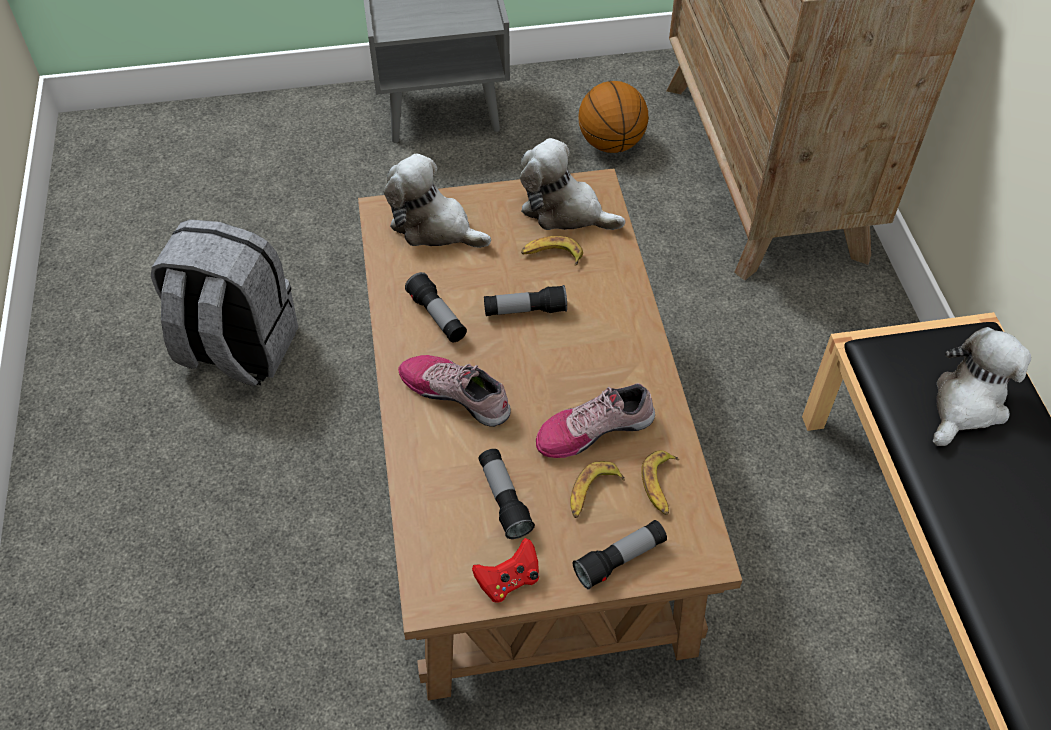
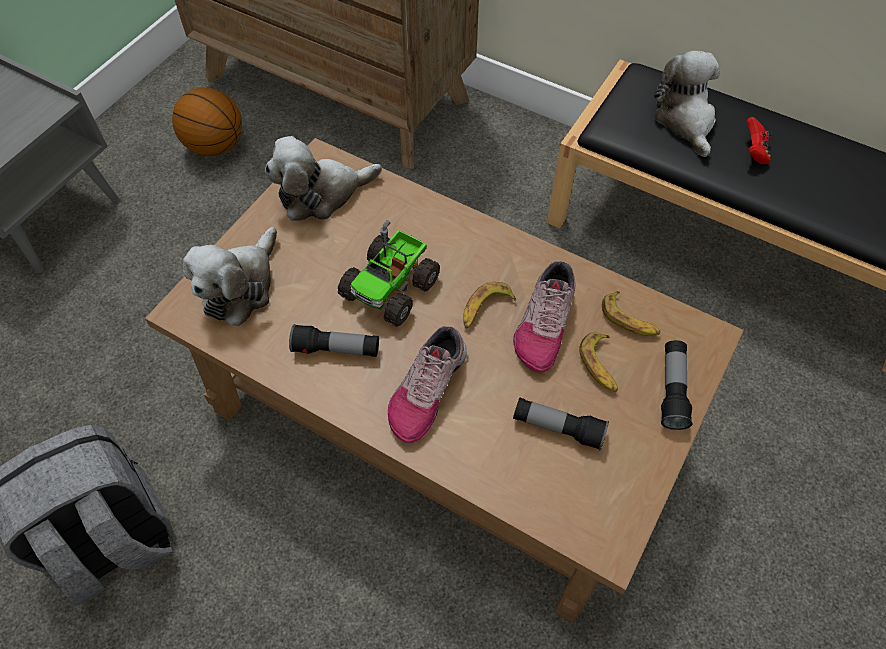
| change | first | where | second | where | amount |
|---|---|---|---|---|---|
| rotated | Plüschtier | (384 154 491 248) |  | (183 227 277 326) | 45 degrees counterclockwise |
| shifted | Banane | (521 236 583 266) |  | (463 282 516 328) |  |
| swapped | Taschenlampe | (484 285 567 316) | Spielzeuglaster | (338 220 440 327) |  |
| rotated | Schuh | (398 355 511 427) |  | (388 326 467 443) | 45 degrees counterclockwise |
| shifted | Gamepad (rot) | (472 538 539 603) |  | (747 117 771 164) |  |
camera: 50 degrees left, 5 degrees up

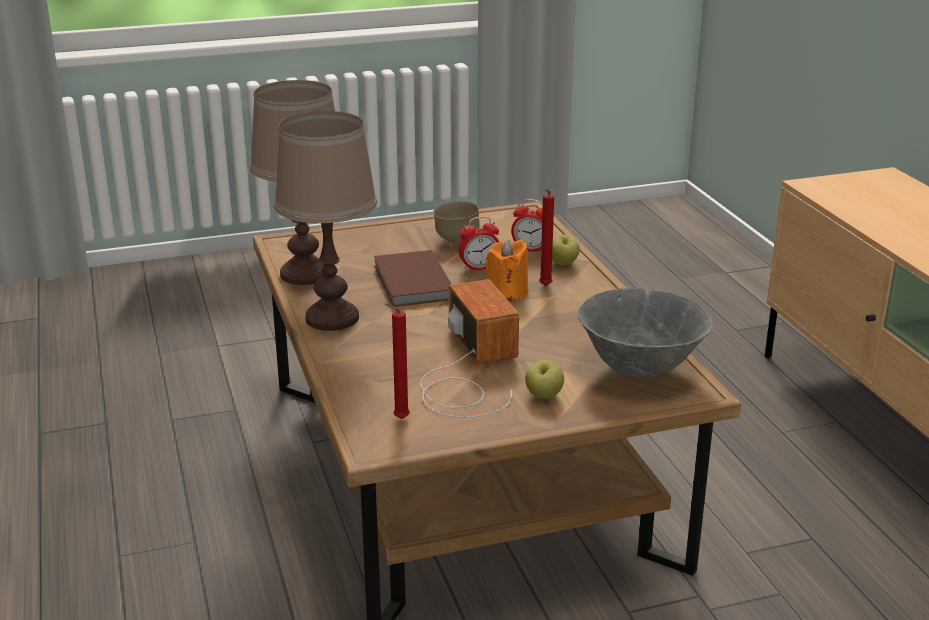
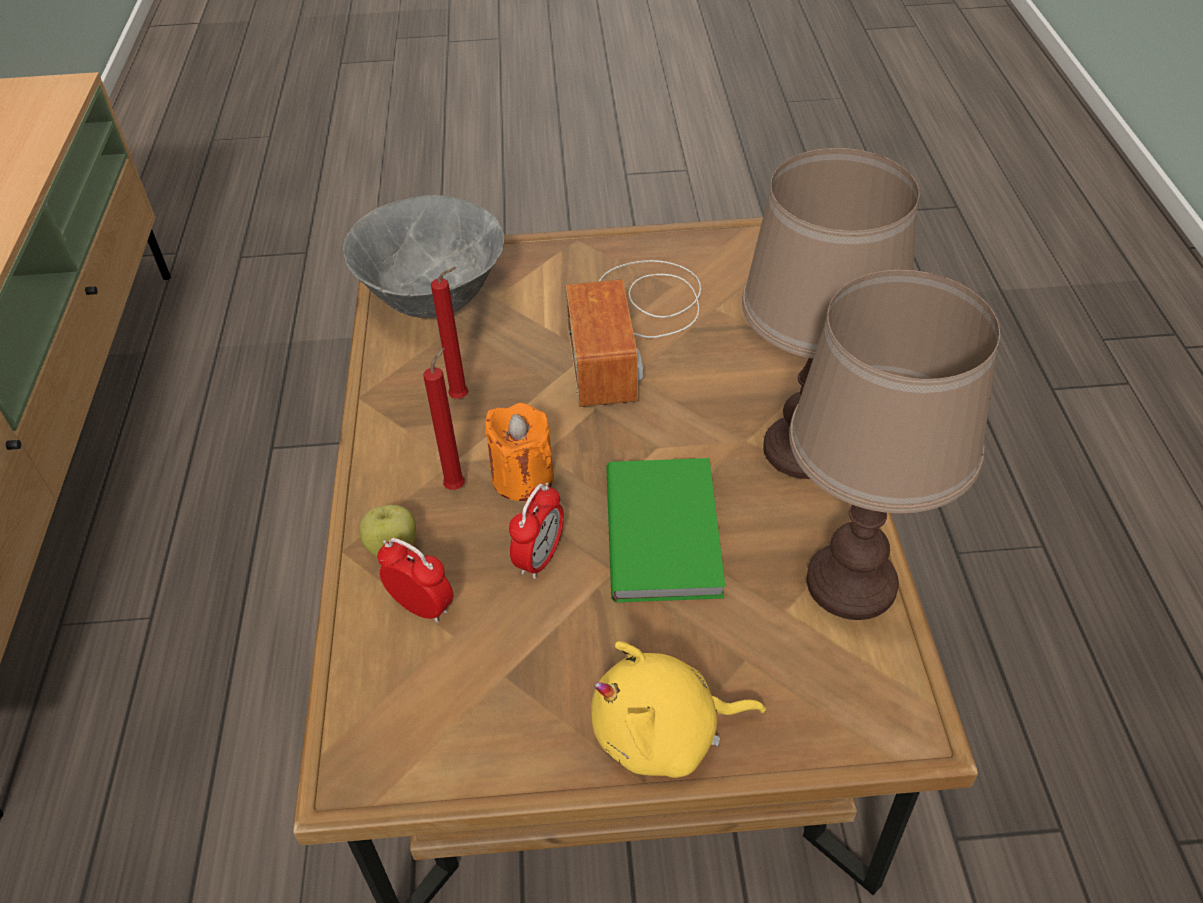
| change | first | where | second | where | amount |
|---|---|---|---|---|---|
| gone | Schüssel (braun) | (433 201 480 245) |  |  |  |
| rotated | Wecker | (459 216 499 272) |  | (509 482 564 579) | 120 degrees clockwise |
| repainted | Buch (braun) | (374 250 452 307) | Buch (grün) | (606 458 725 602) |  |
| shifted | Kerze (rot) | (385 303 410 419) |  | (431 267 469 399) |  |
| gone | Apfel | (525 360 564 399) |  |  |  |
| new |  |  | Plüschtier (gelb) | (591 641 766 778) |  |
camera: 165 degrees left, 20 degrees up

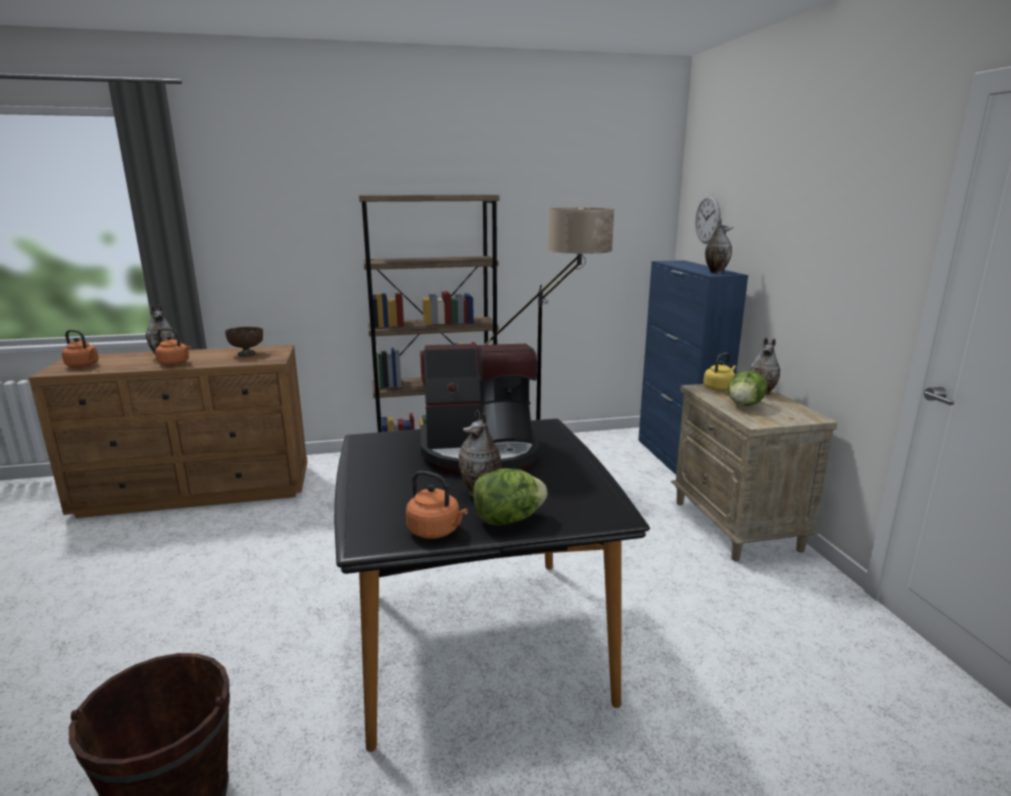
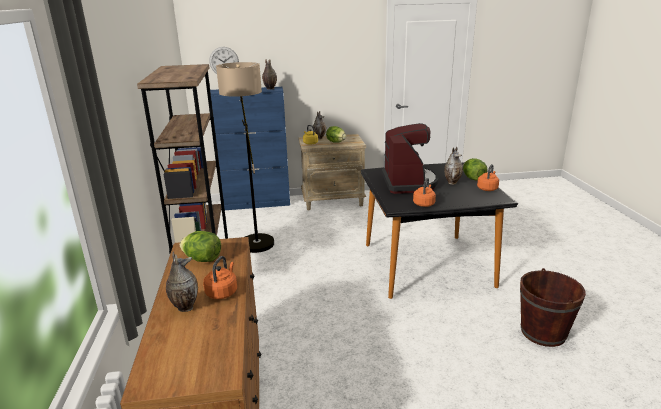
| change | first | where | second | where | amount |
|---|---|---|---|---|---|
| swapped | Schüssel (braun) | (225 327 263 356) | Salatkopf | (180 231 221 262) |  |
| shifted | Wasserkessel (orange) | (62 330 99 367) |  | (413 178 436 207) |  |
camera: 85 degrees left, 5 degrees up

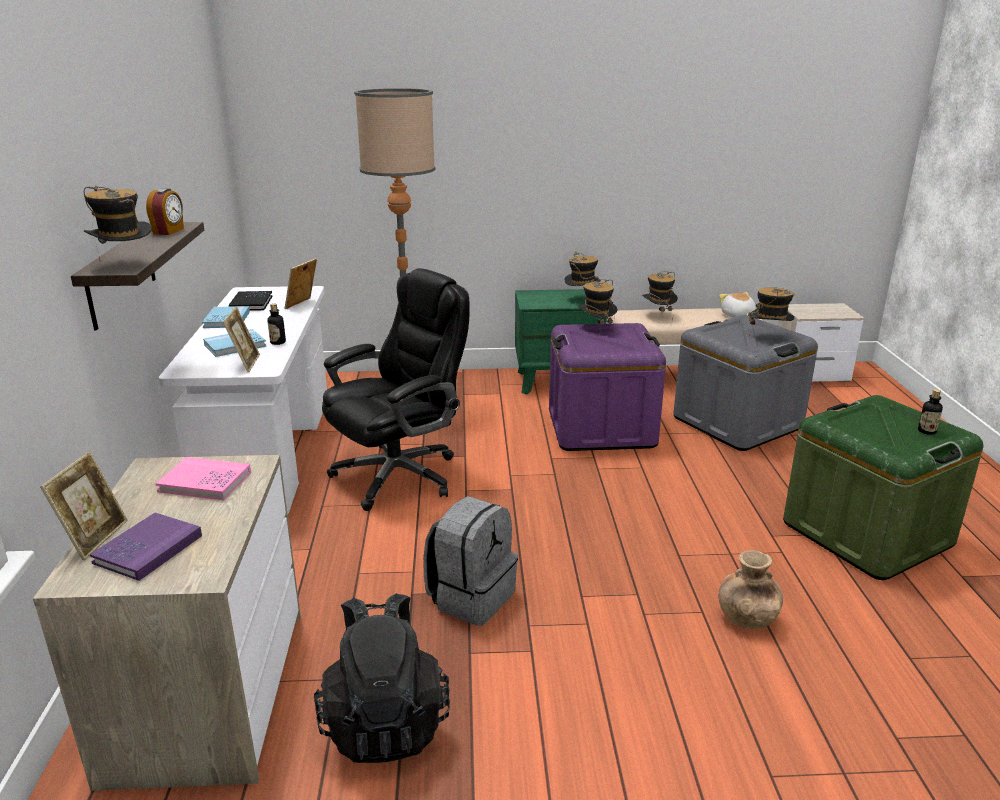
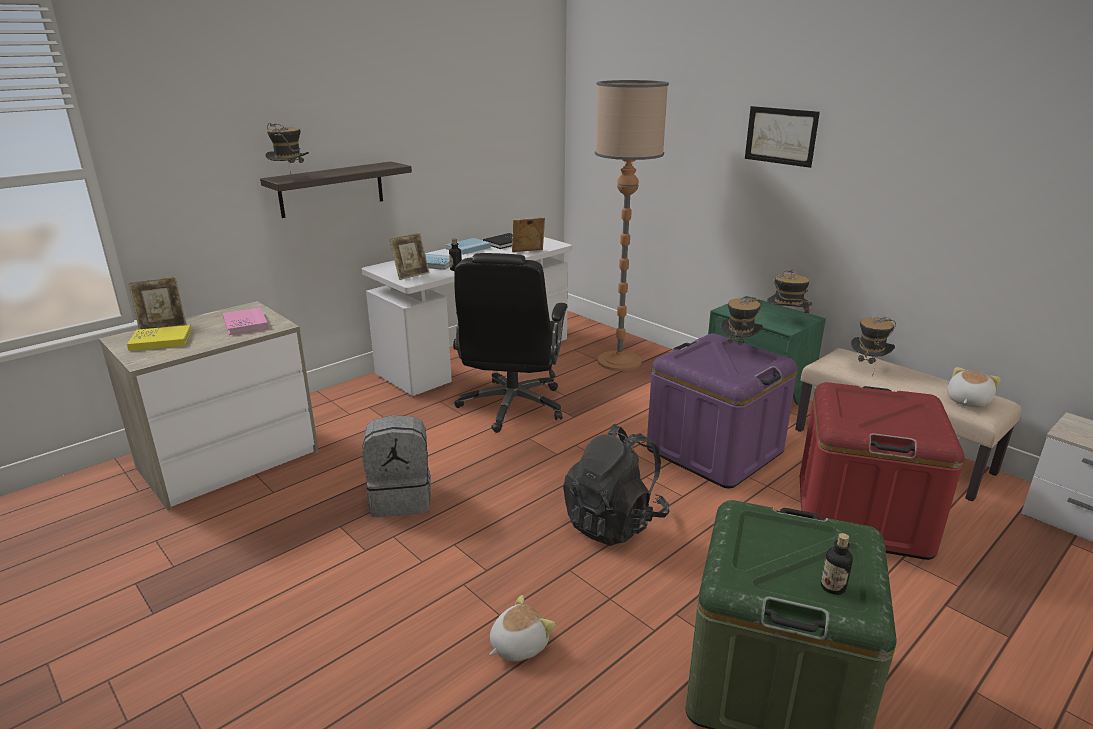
| change | first | where | second | where | amount |
|---|---|---|---|---|---|
| gone | Wecker | (146 188 184 235) |  |  |  |
| rotated | Bürostuhl (schwarz) | (322 268 470 511) |  | (453 253 567 433) | 90 degrees clockwise |
| gone | Hut | (748 287 795 332) |  |  |  |
| repainted | Aufbewahrungsbox (grau) | (673 315 818 451) | Aufbewahrungsbox (rot) | (800 382 965 560) |  |
| repainted | Buch (lila) | (90 513 202 581) | Buch (gelb) | (127 325 192 351) |  |
| swapped | Vase (braun) | (718 550 783 629) | Plüschtier | (489 595 556 662) |  |
| shifted | Rucksack (schwarz) | (314 593 450 763) |  | (563 424 669 546) |  |
| new |  |  | Bild | (745 106 820 168) |  |
camera: 50 degrees right, 0 degrees up

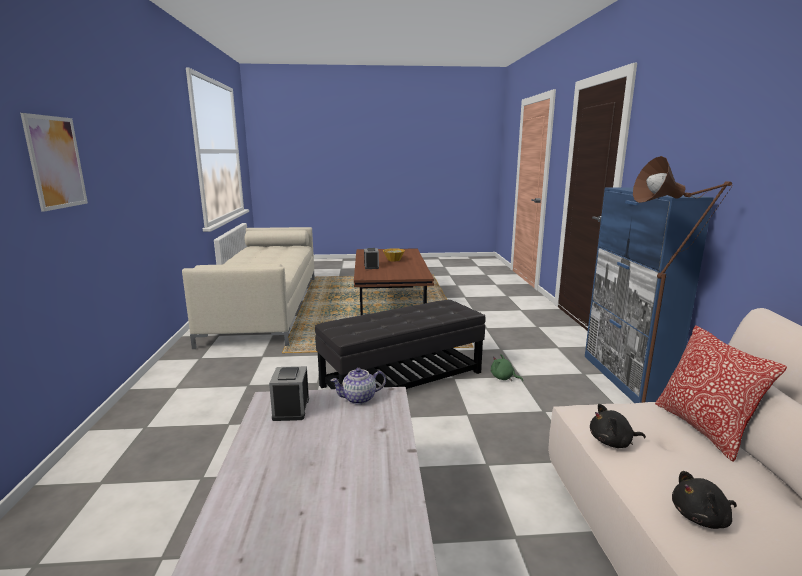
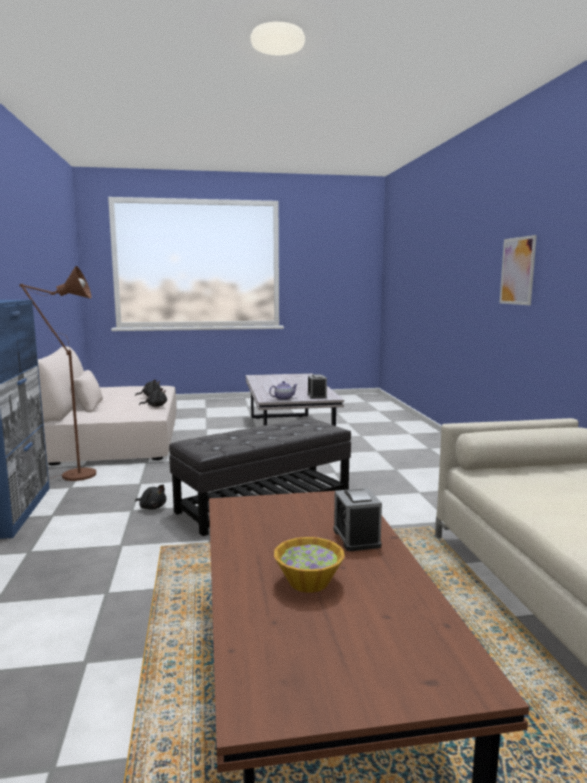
| change | first | where | second | where | amount |
|---|---|---|---|---|---|
| gone | Kissen | (655 326 787 462) |  |  |  |
| repainted | Plüschtier (grün) | (491 354 523 381) | Plüschtier (schwarz) | (135 485 166 509) |  |
camera: 175 degrees right, 5 degrees down

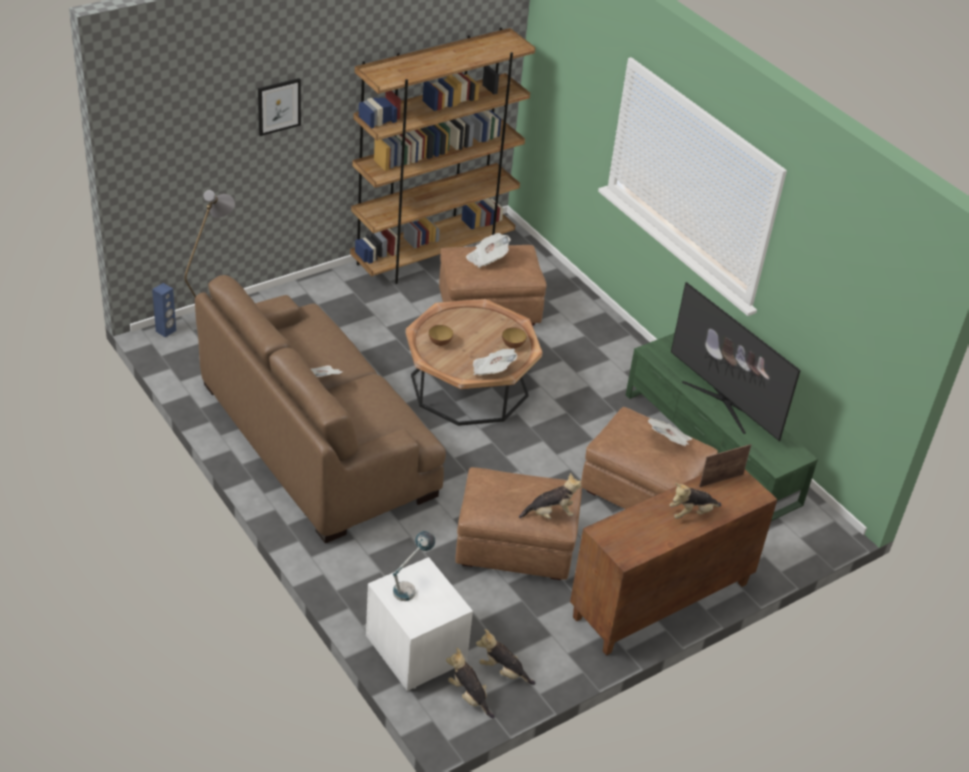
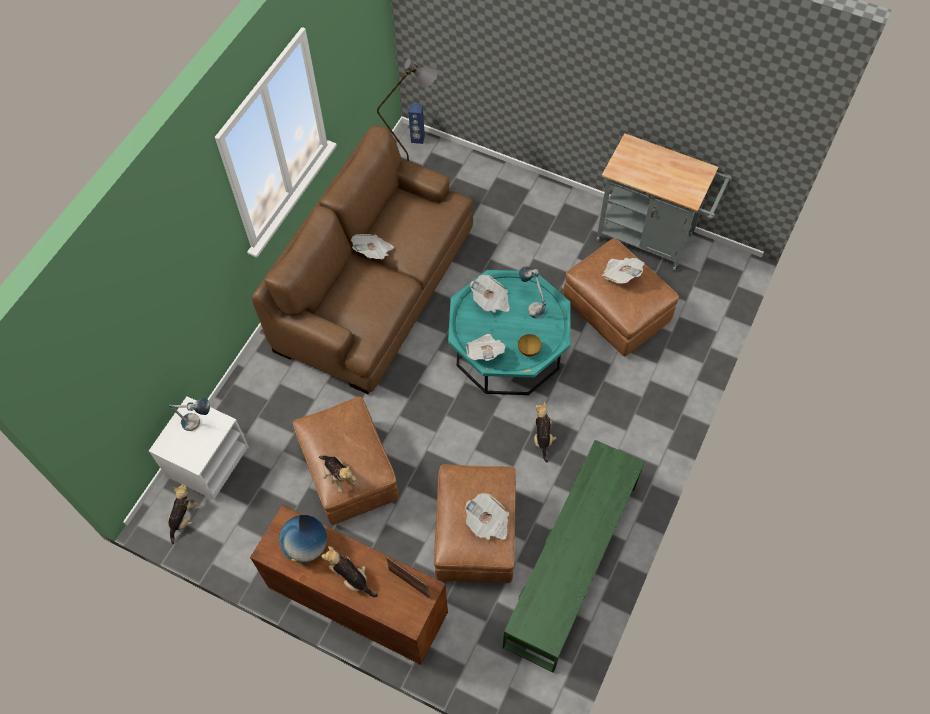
| change | first | where | second | where | amount |
|---|---|---|---|---|---|
| swapped | Bücherregal (braun) | (350 27 535 284) | Rollwagen (grau) | (596 133 732 271) |  |
| gone | Bild | (258 78 301 136) |  |  |  |
| gone | Fernseher | (671 282 801 441) |  |  |  |
| repainted | Couchtisch (braun) | (405 299 543 426) | Couchtisch (türkis) | (448 270 571 395) |  |
| swapped | Schüssel | (429 325 453 346) | Zeitung | (470 275 509 313) |  |
| shifted | Plüschtier | (476 629 535 685) |  | (534 402 557 463) |  |
| new |  |  | Tischlampe | (519 266 546 319) |  |
| new |  |  | Globus | (279 515 327 563) |  |
camera: 65 degrees right, 20 degrees up

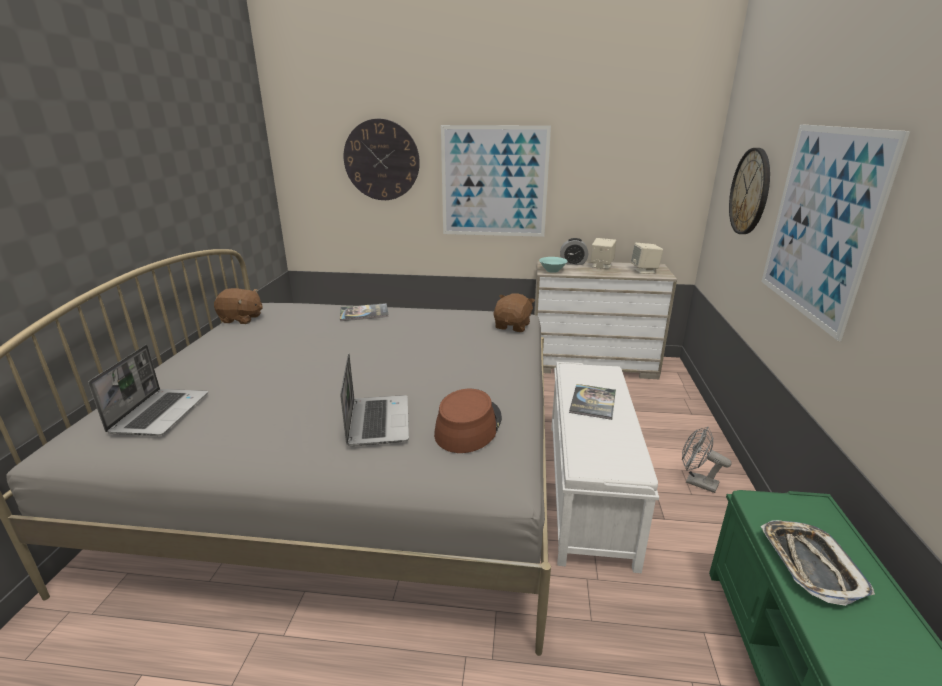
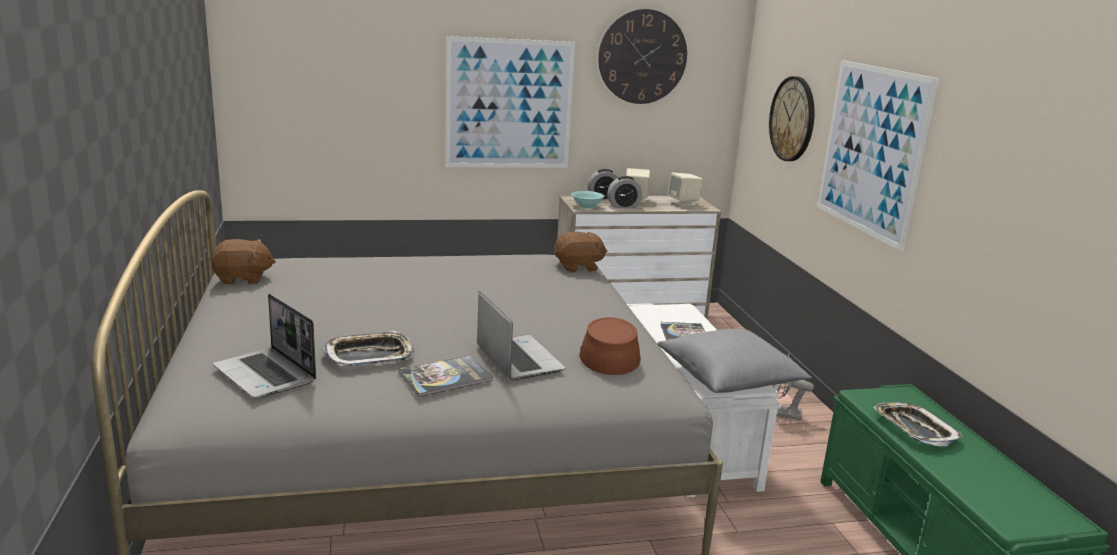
| change | first | where | second | where | amount |
|---|---|---|---|---|---|
| shifted | Wanduhr | (344 119 420 200) |  | (598 9 687 104) |  |
| rotated | Plüschtier (braun) | (494 293 535 332) |  | (554 232 607 272) | 75 degrees clockwise |
| shifted | Buch | (340 303 389 321) |  | (398 355 493 397) |  |
| rotated | Laptop | (88 345 208 436) |  | (213 294 316 398) | 150 degrees clockwise |
| new |  |  | Wecker | (607 176 642 208) |  |
| new |  |  | Kissen (grau) | (657 329 812 393) |  |
| new |  |  | Tablett | (322 331 414 367) |  |
camera: 20 degrees left, 5 degrees down

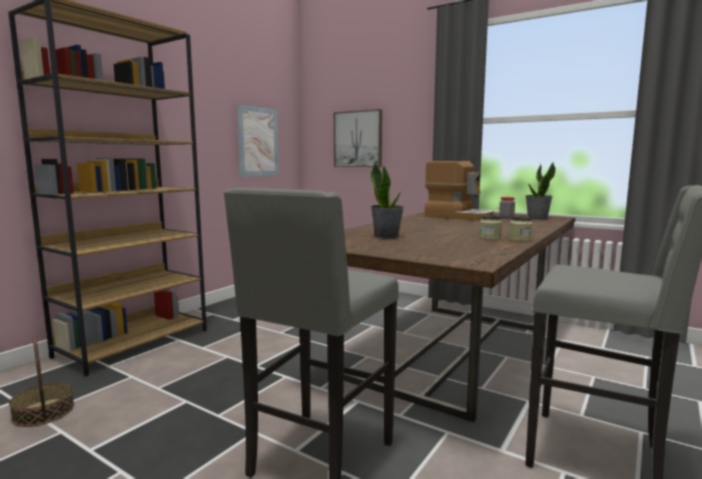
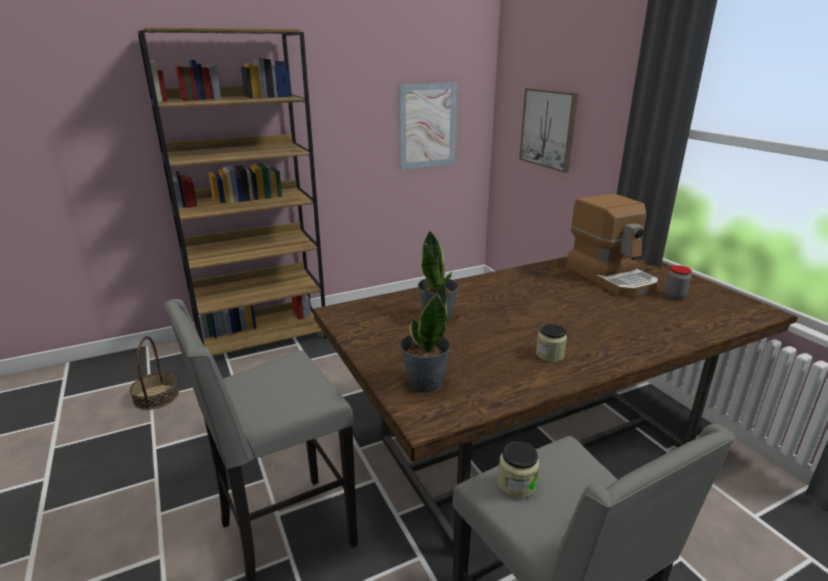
| change | first | where | second | where | amount |
|---|---|---|---|---|---|
| shifted | Topfpflanze | (525 162 555 220) |  | (400 281 451 393) |  |
| shifted | Vorratsglas | (509 216 533 242) |  | (498 441 539 498) |  |
camera: 30 degrees right, 15 degrees up

